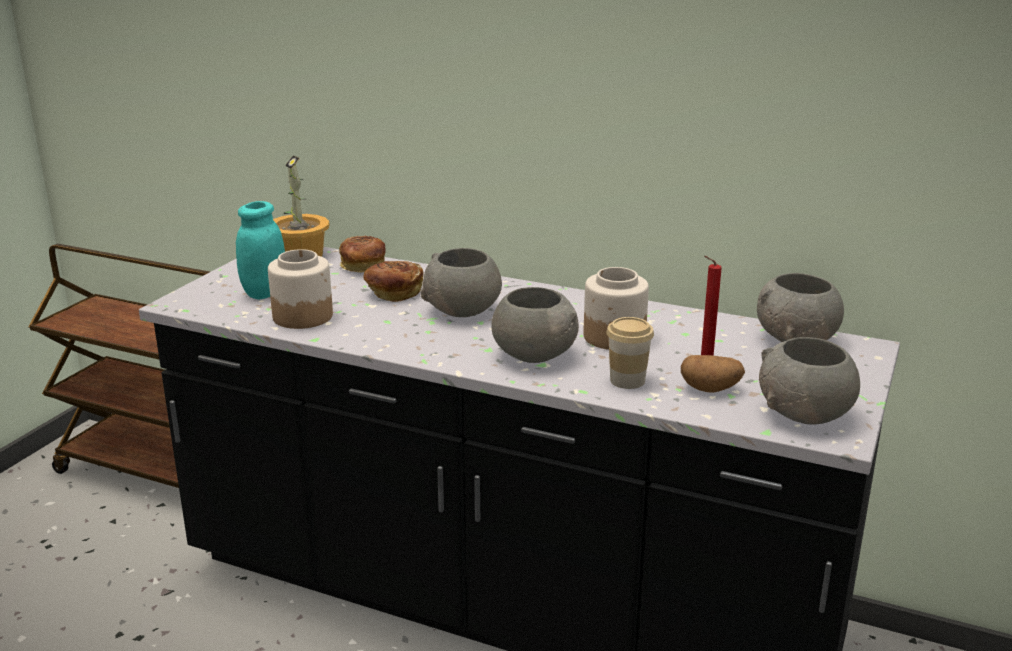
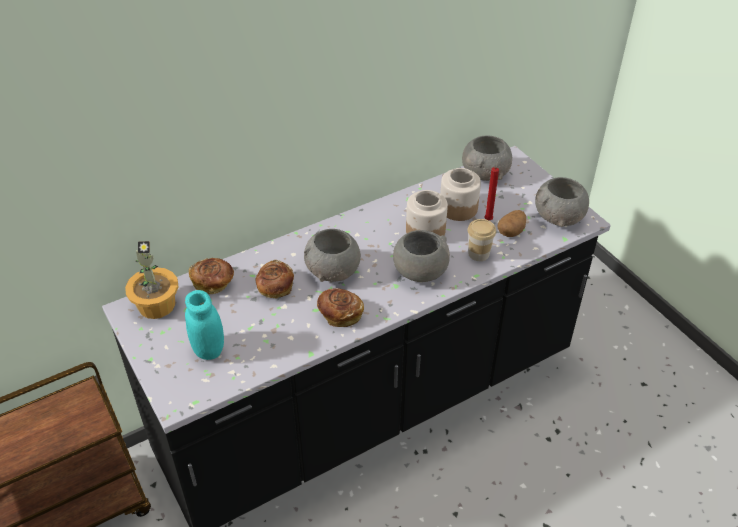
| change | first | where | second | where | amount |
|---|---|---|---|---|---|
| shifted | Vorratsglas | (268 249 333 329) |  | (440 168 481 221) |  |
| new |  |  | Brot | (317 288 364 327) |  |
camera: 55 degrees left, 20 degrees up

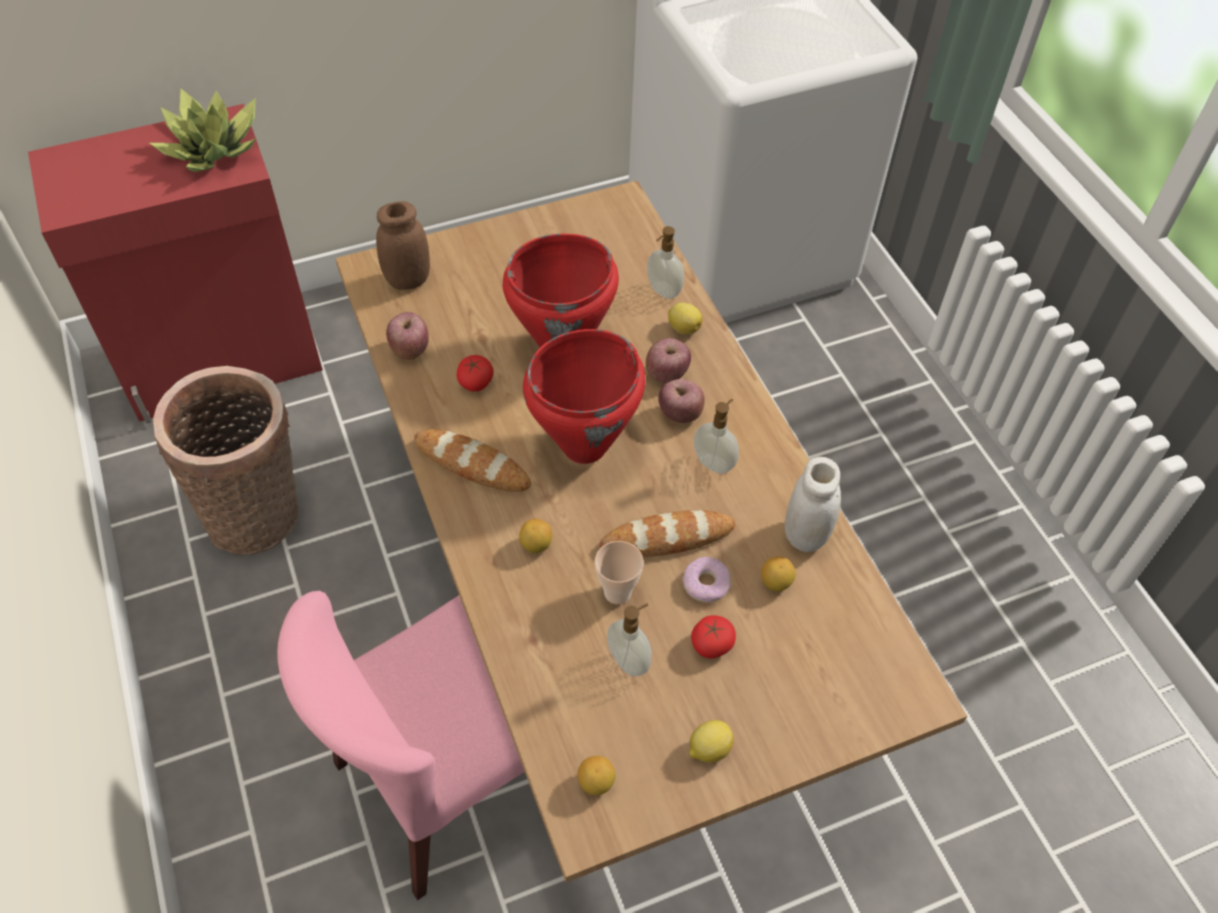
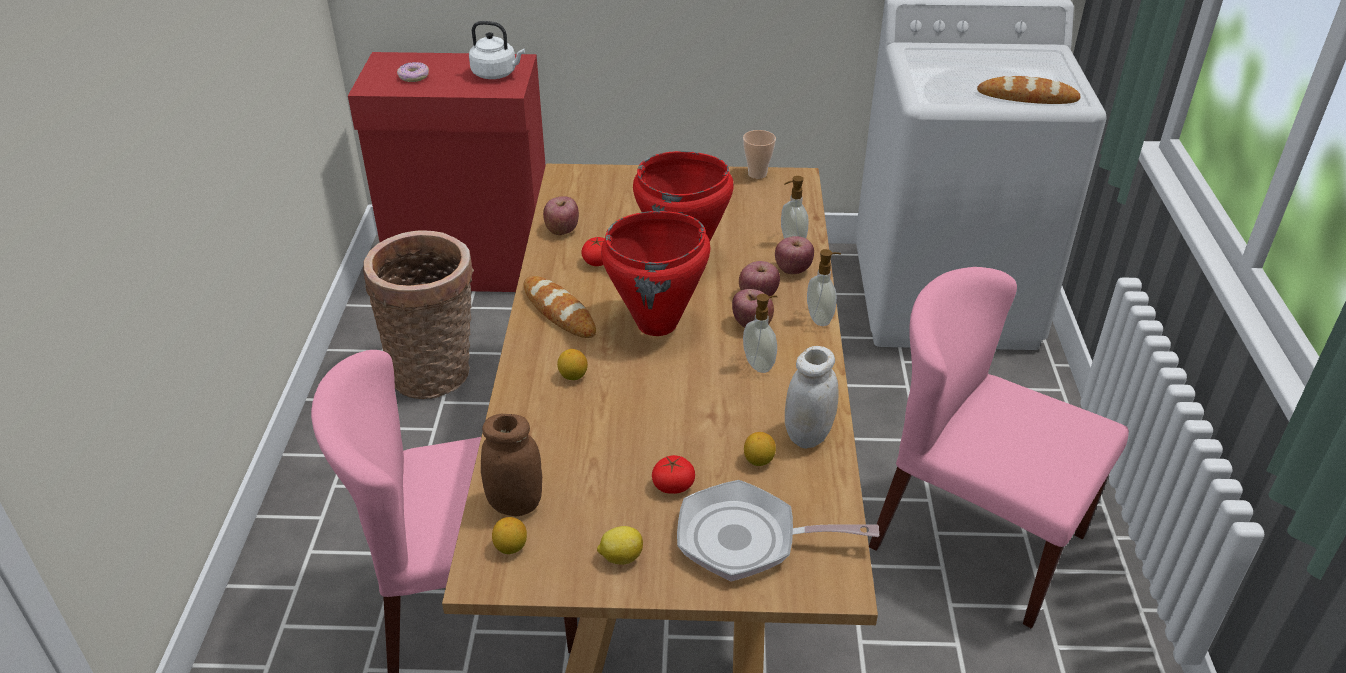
| change | first | where | second | where | amount |
|---|---|---|---|---|---|
| swapped | Topfpflanze | (150 89 256 172) | Wasserkessel (weiß) | (469 21 525 79) |  |
| shifted | Vorratsglas (braun) | (376 201 430 290) |  | (481 414 542 516) |  |
| swapped | Zitrone | (668 302 703 335) | Apfel | (775 236 814 274) |  |
| shifted | Brot | (599 510 735 557) |  | (977 76 1081 104) |  |
| shifted | Tasse | (595 541 643 604) |  | (743 130 776 179) |  |
| shifted | Donut | (682 557 731 603) |  | (397 62 429 82) |  |
| shifted | Seifenspender | (607 603 652 676) |  | (807 249 841 326) |  |
| new |  |  | Stuhl (rosa) | (869 267 1129 628) |  |
| new |  |  | Pfanne | (677 480 879 582) |  |
camera: 25 degrees right, 15 degrees down

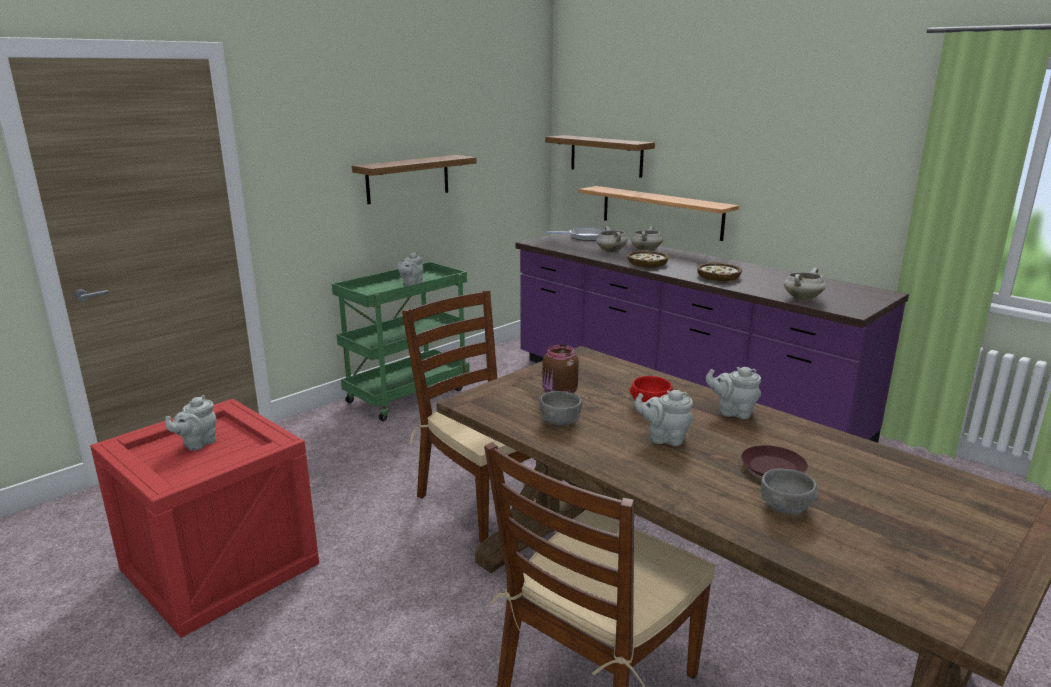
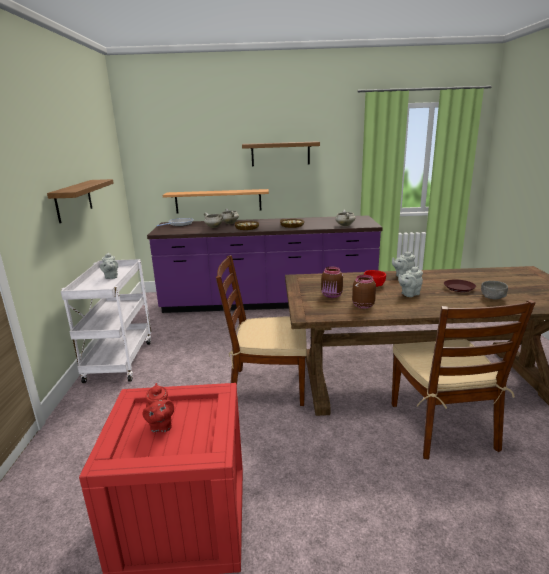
| change | first | where | second | where | amount |
|---|---|---|---|---|---|
| shifted | Wandregal | (545 135 655 178) |  | (242 141 320 166) |  |
| repainted | Rollwagen (grün) | (332 262 470 421) | Rollwagen (weiß) | (61 259 151 383) |  |
| swapped | Schüssel (grau) | (539 391 582 426) | Vorratsglas (braun) | (352 275 376 309) |  |
| repainted | Teekanne (grau) | (165 395 216 451) | Teekanne (rot) | (143 383 174 432) |  |
camera: 45 degrees left, 0 degrees up

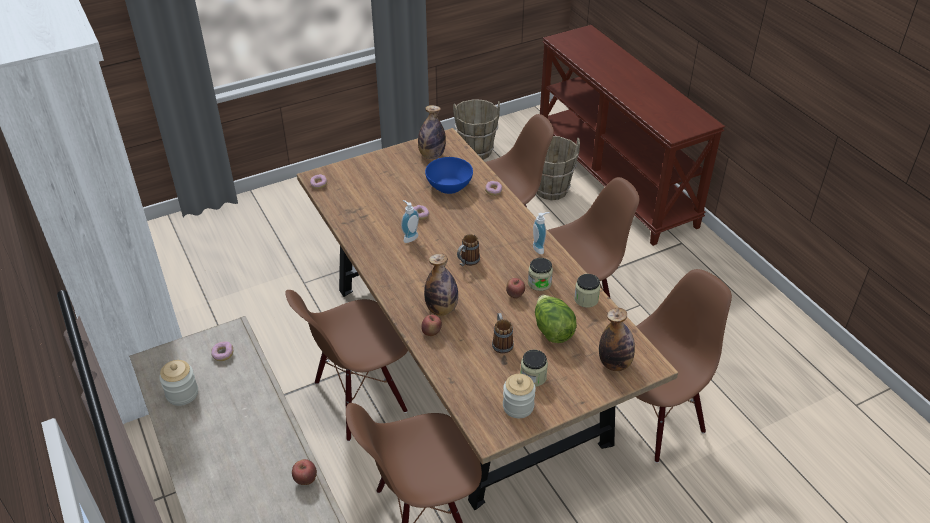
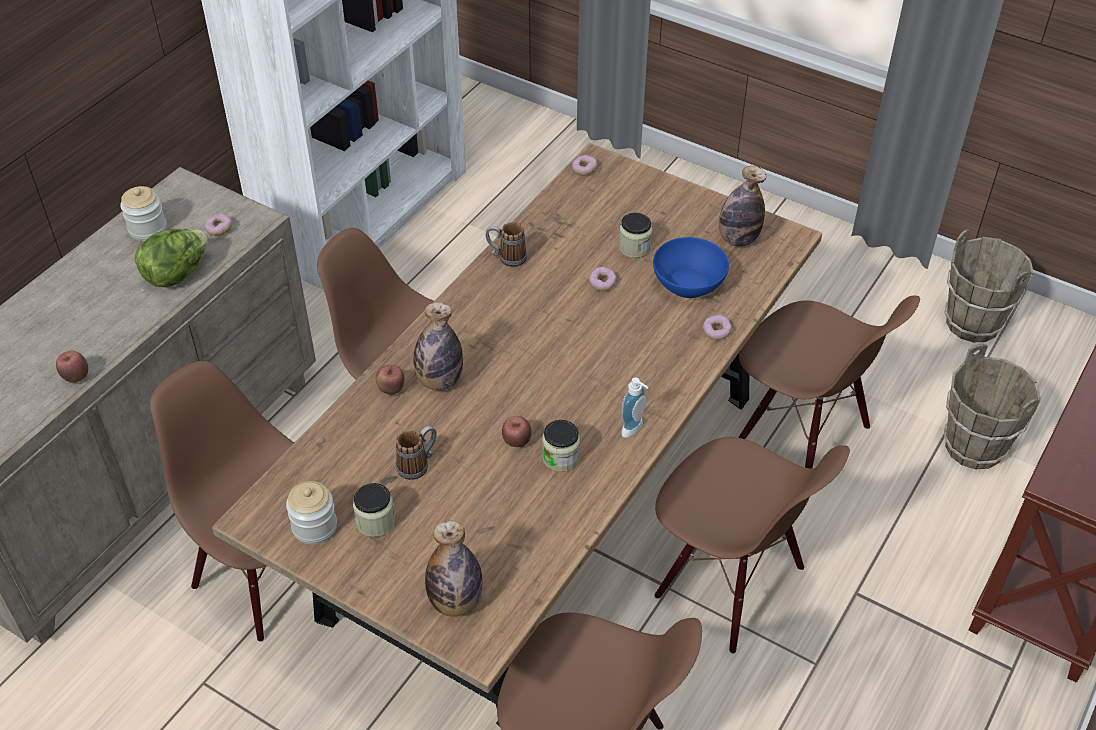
| change | first | where | second | where | amount |
|---|---|---|---|---|---|
| gone | Seifenspender | (401 200 419 243) |  |  |  |
| shifted | Henkelbecher | (457 234 480 266) |  | (485 222 527 267) |  |
| shifted | Vorratsglas | (574 274 600 308) |  | (619 213 652 258) |  |
| shifted | Salatkopf | (535 295 577 343) |  | (135 229 209 287) |  |
camera: 60 degrees right, 5 degrees up

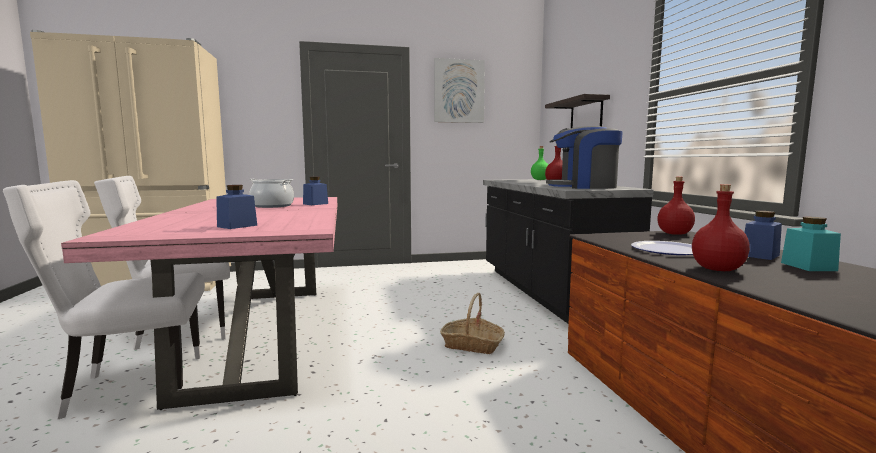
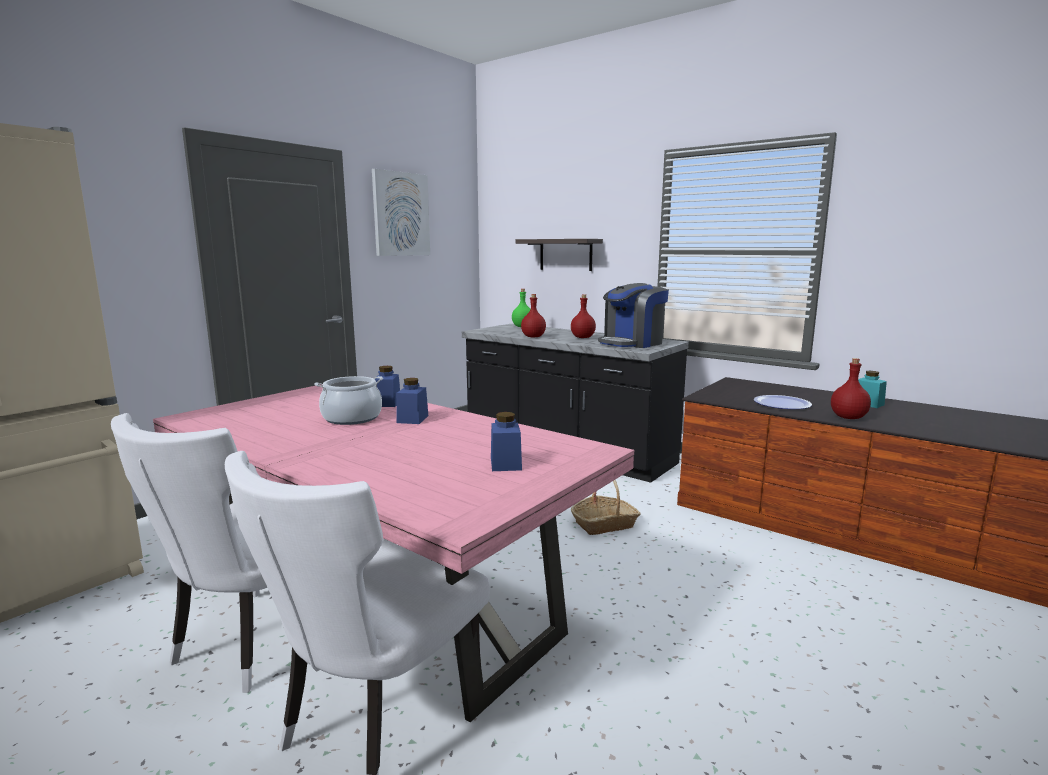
| change | first | where | second | where | amount |
|---|---|---|---|---|---|
| shifted | Flasche (rot) | (657 177 695 235) |  | (521 294 546 337) |  |
| shifted | Vorratsglas (blau) | (745 211 782 260) |  | (396 378 428 424) |  |
camera: 40 degrees left, 5 degrees up

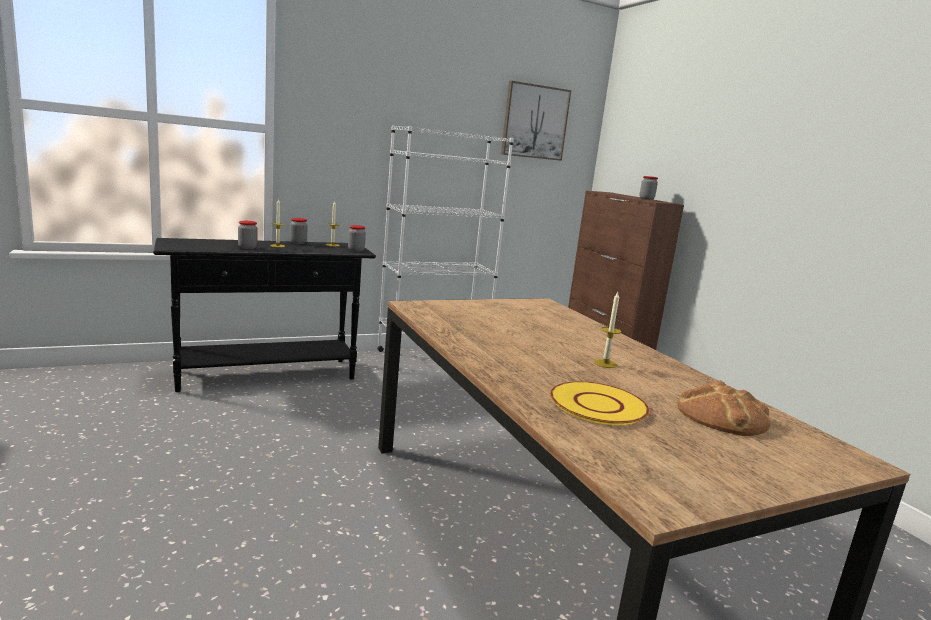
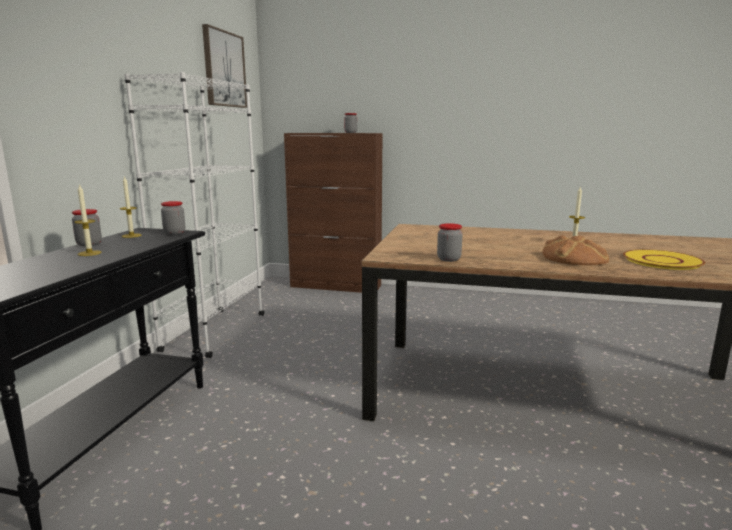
| change | first | where | second | where | amount |
|---|---|---|---|---|---|
| shifted | Vorratsglas | (238 221 258 249) |  | (437 223 463 262) |  |
| shifted | Brot | (678 380 771 436) |  | (542 235 609 266) |  |
camera: 50 degrees left, 0 degrees up

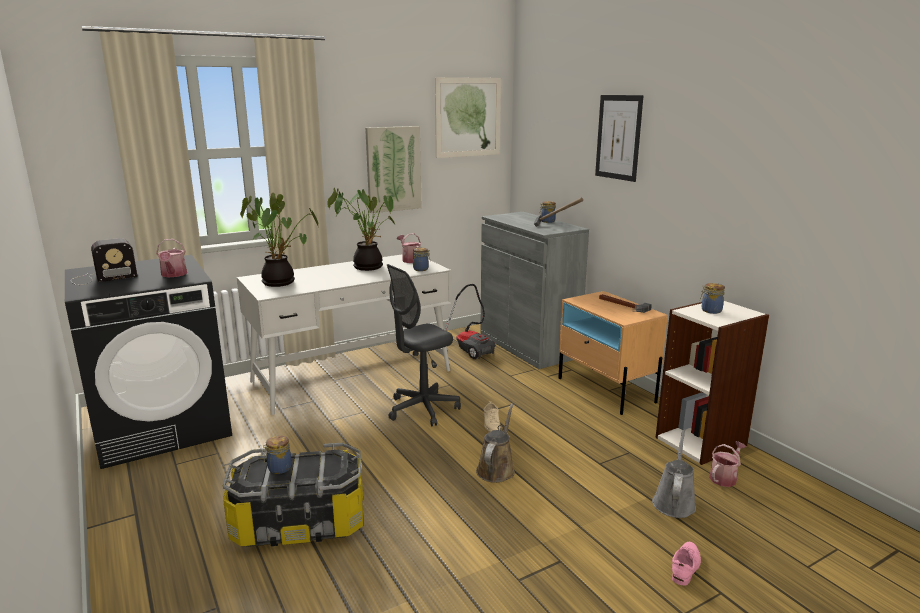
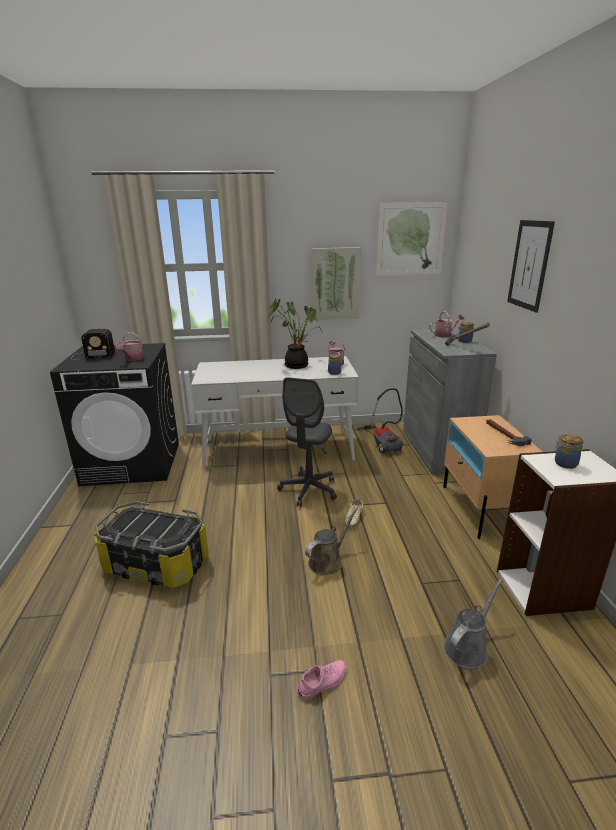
| change | first | where | second | where | amount |
|---|---|---|---|---|---|
| gone | Topfpflanze | (240 193 318 287) |  |  |  |
| rotated | Bürostuhl (grau) | (387 264 461 426) |  | (277 377 337 507) | 60 degrees counterclockwise |
| gone | Vorratsglas | (263 435 292 474) |  |  |  |
| shifted | Gießkanne | (709 441 747 487) |  | (429 311 464 337) |  |
| shifted | Schuh (rosa) | (672 542 701 585) |  | (298 660 347 700) |  |
camera: 25 degrees right, 5 degrees up

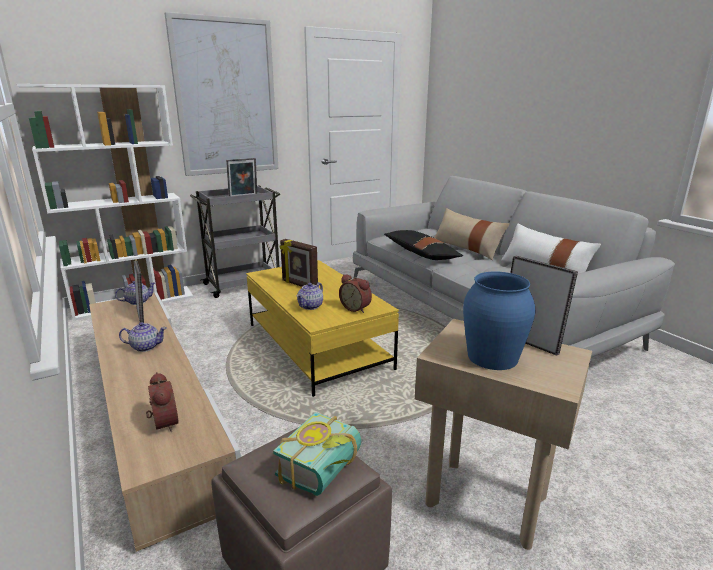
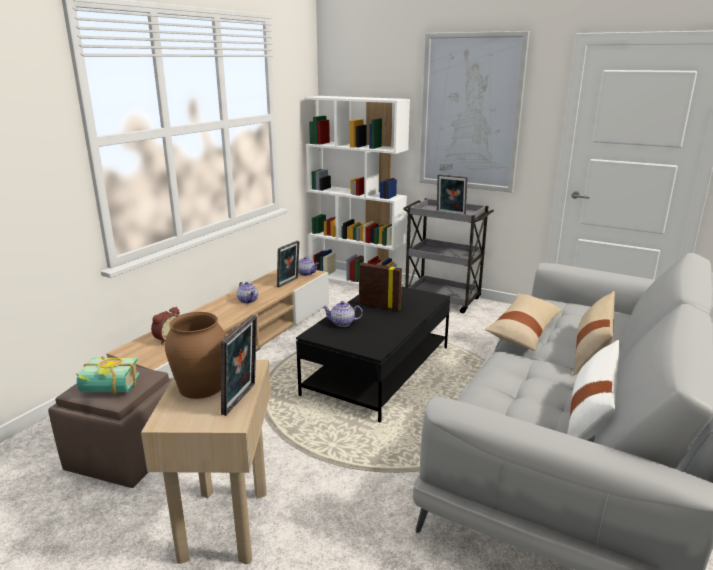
| change | first | where | second | where | amount |
|---|---|---|---|---|---|
| repainted | Kissen (schwarz) | (384 230 463 260) | Kissen (beige) | (485 294 562 351) |  |
| rotated | Bilderrahmen | (280 239 318 287) |  | (359 263 402 311) | 105 degrees clockwise |
| repainted | Couchtisch (gelb) | (246 260 399 397) | Couchtisch (schwarz) | (296 286 450 422) |  |
| repainted | Vase (blau) | (463 272 535 370) | Vase (braun) | (165 312 226 399) |  |
| gone | Wecker | (339 274 372 313) |  |  |  |
camera: 60 degrees right, 0 degrees up

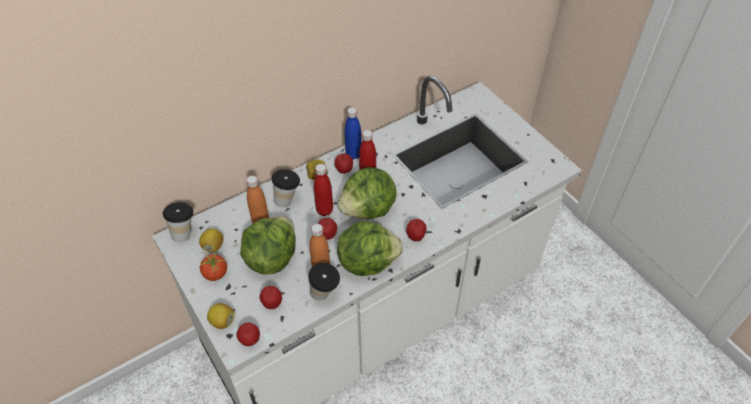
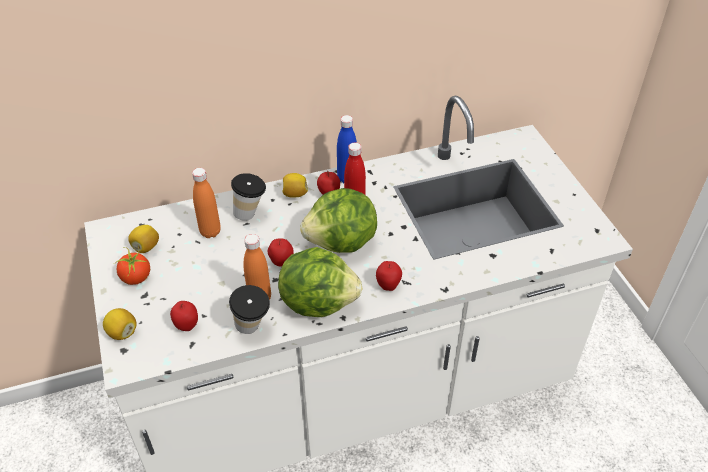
| change | first | where | second | where | amount |
|---|---|---|---|---|---|
| gone | Flasche (rot) | (314 164 333 216) |  |  |  |
| gone | Tasse | (163 202 193 243) |  |  |  |
| gone | Salatkopf | (240 216 296 275) |  |  |  |
| gone | Apfel | (236 323 260 346) |  |  |  |
camera: 15 degrees right, 5 degrees down

